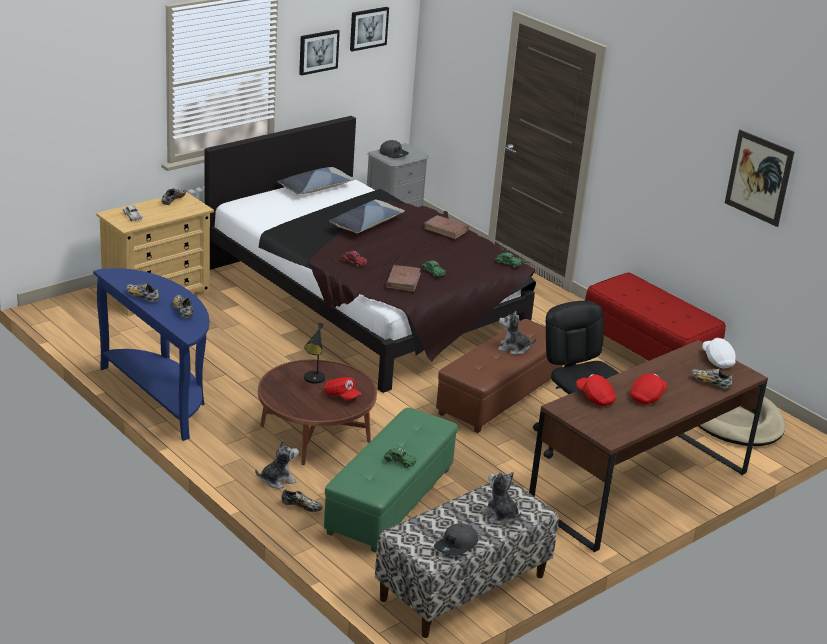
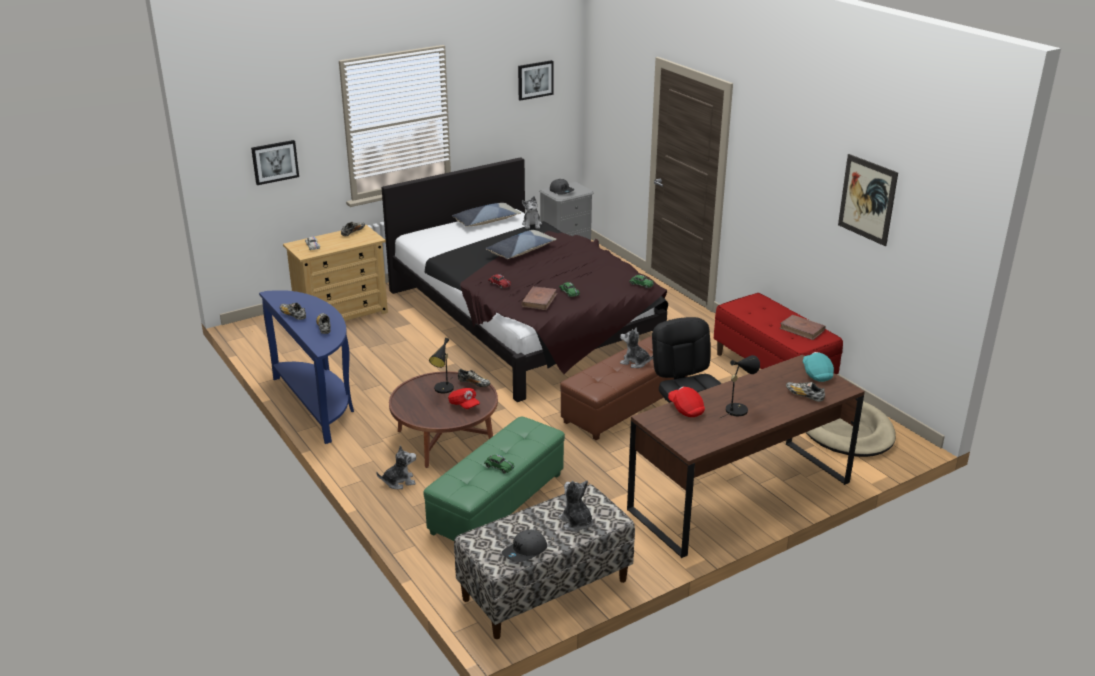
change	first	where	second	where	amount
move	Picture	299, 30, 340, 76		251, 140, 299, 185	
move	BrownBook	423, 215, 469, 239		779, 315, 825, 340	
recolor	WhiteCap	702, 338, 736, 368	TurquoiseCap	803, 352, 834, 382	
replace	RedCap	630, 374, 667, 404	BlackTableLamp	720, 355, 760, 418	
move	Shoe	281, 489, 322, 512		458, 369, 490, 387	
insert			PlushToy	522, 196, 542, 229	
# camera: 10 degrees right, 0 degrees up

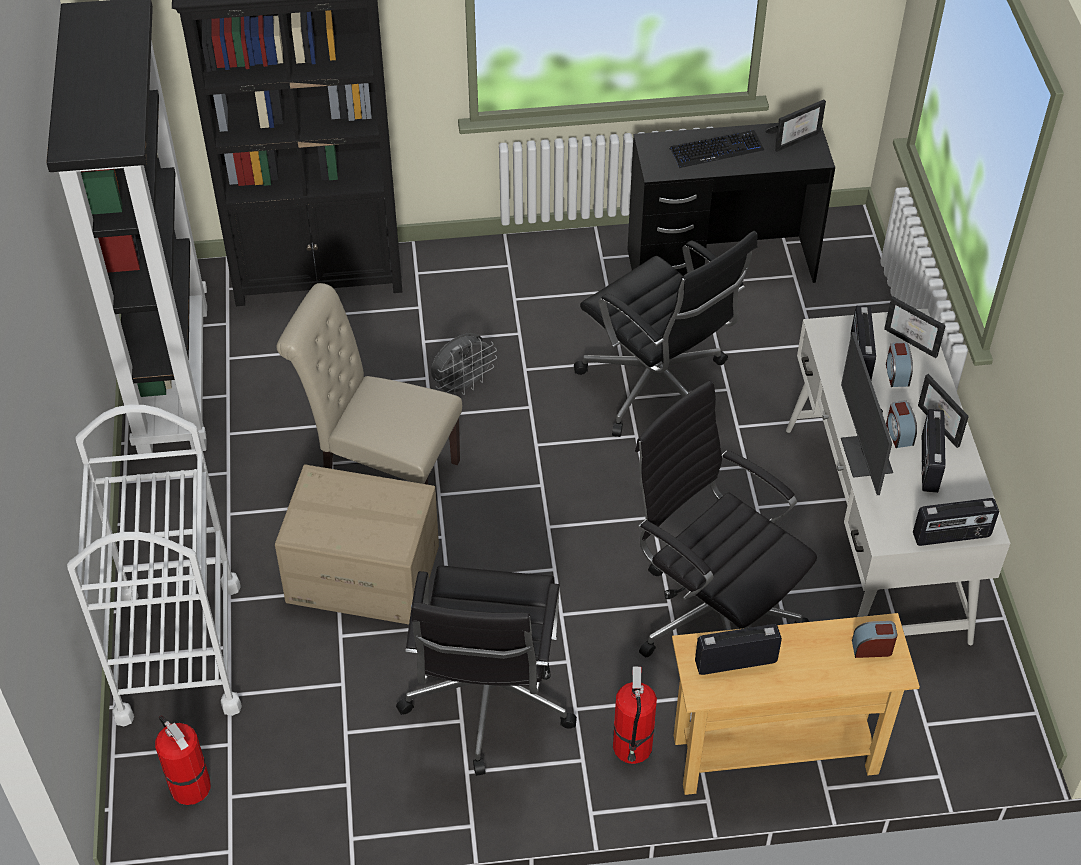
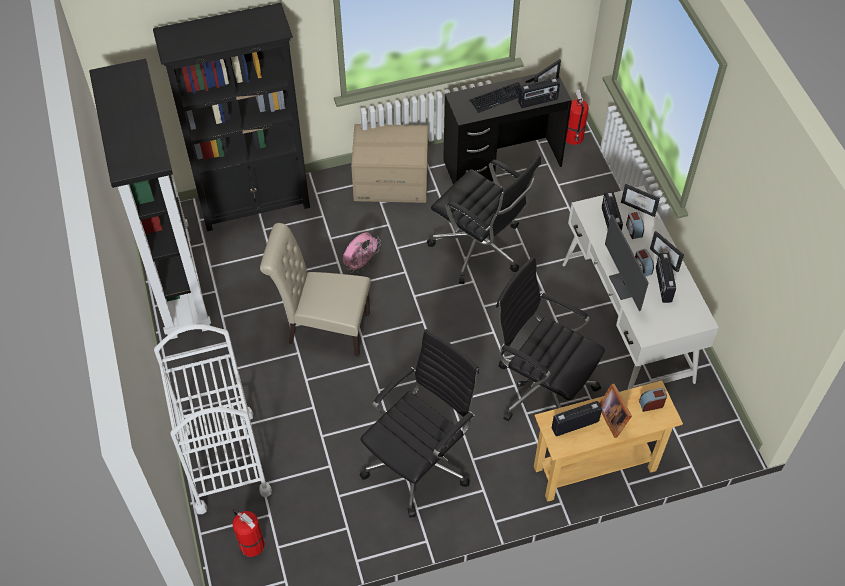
change	first	where	second	where	amount
recolor	GreyFan	431, 333, 497, 395	PinkFan	343, 232, 381, 273	
move	CardboardBox	275, 465, 439, 624		351, 124, 428, 203	
move	Radio	913, 498, 999, 546		518, 78, 560, 108	
rotate	BlackOfficeChair	396, 566, 577, 776		360, 329, 479, 518	135 degrees counterclockwise
move	FireExtinguisher	613, 667, 657, 764		566, 89, 589, 145	
insert			PictureFrame	599, 384, 632, 438	
# camera: 10 degrees left, 5 degrees up

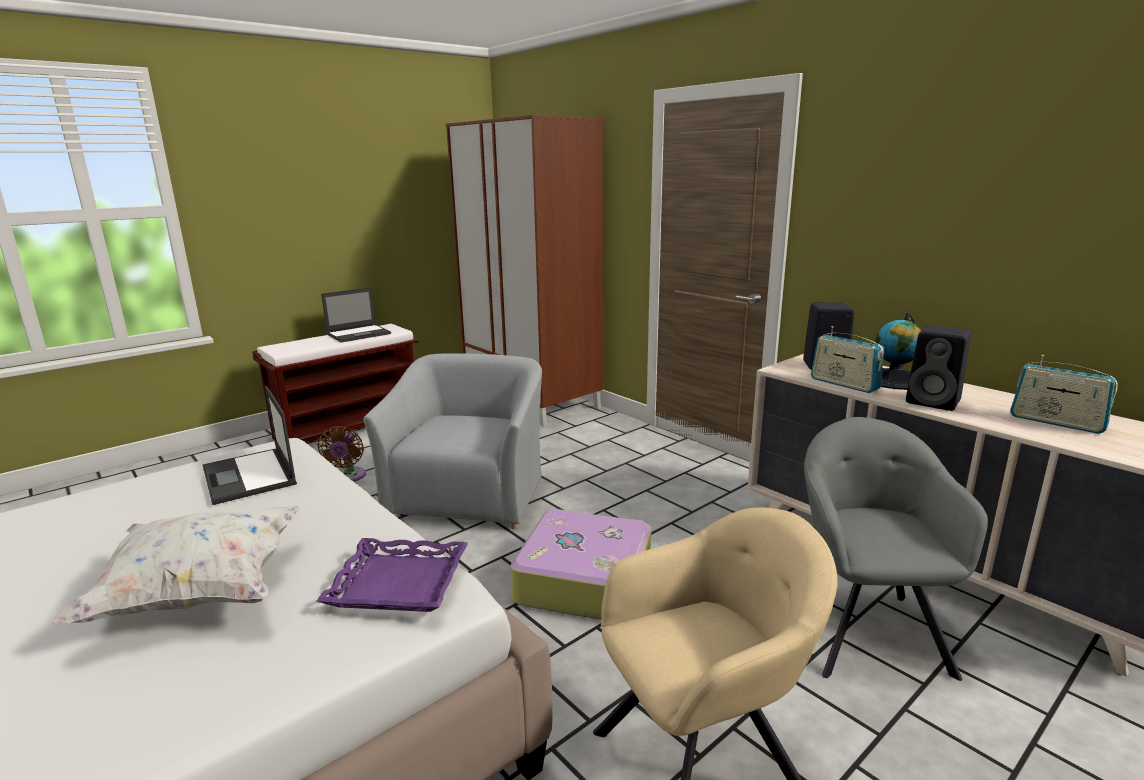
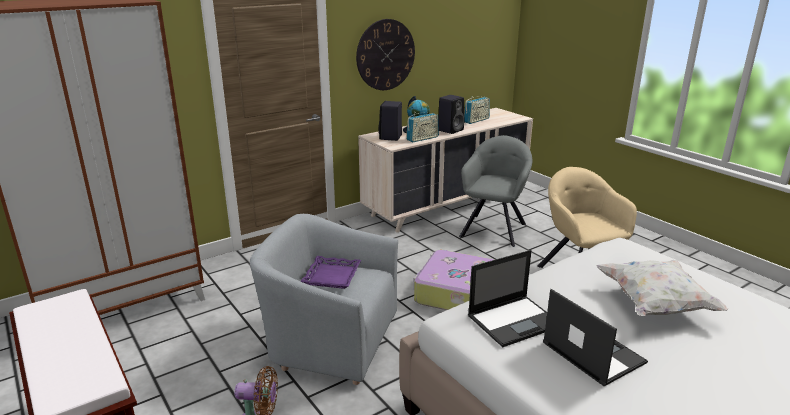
change	first	where	second	where	amount
move	Laptop	321, 287, 391, 342		543, 289, 648, 386	
rotate	GreyArmchair	804, 417, 988, 681		459, 135, 532, 247	105 degrees clockwise
move	PurpleTray	316, 538, 468, 612		301, 256, 361, 289	
insert			WallClock	356, 19, 415, 90	
# camera: 85 degrees left, 5 degrees up

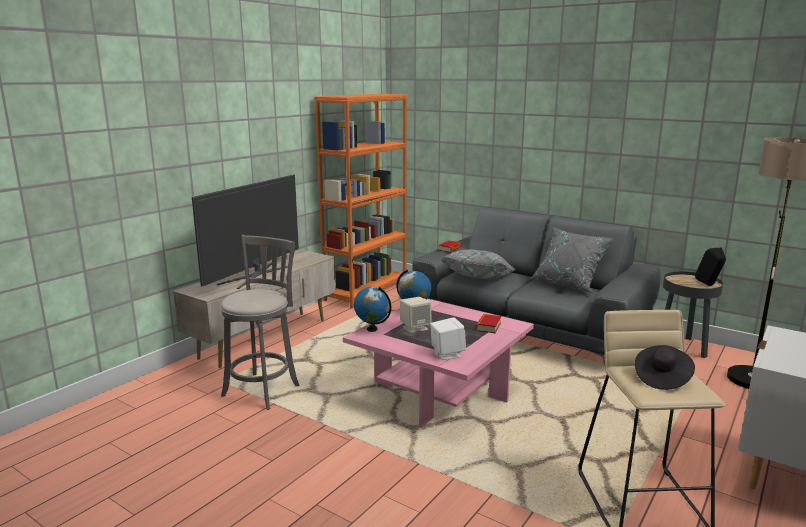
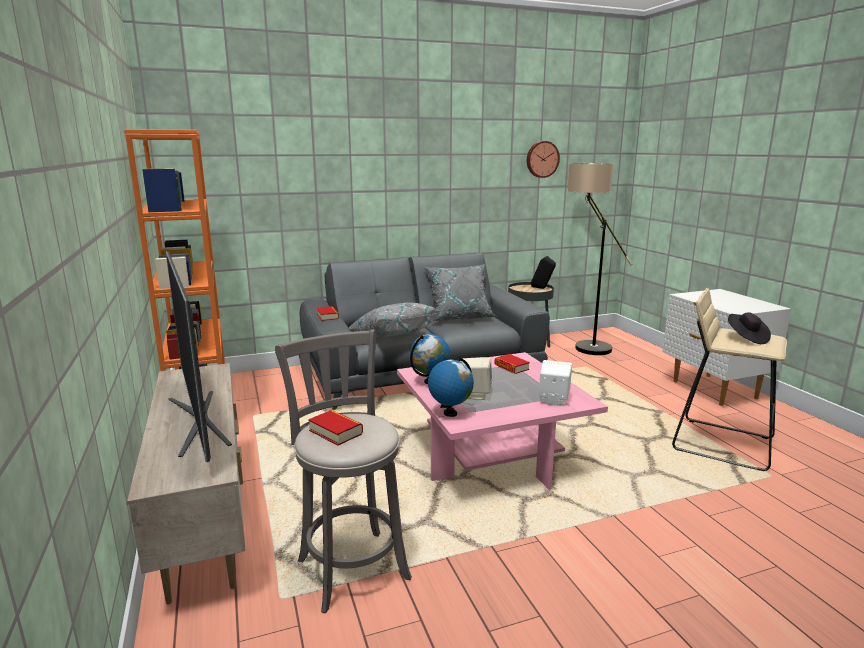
change	first	where	second	where	amount
insert			WallClock	527, 141, 560, 178	
insert			Book	308, 410, 363, 446	
# camera: 55 degrees left, 0 degrees up

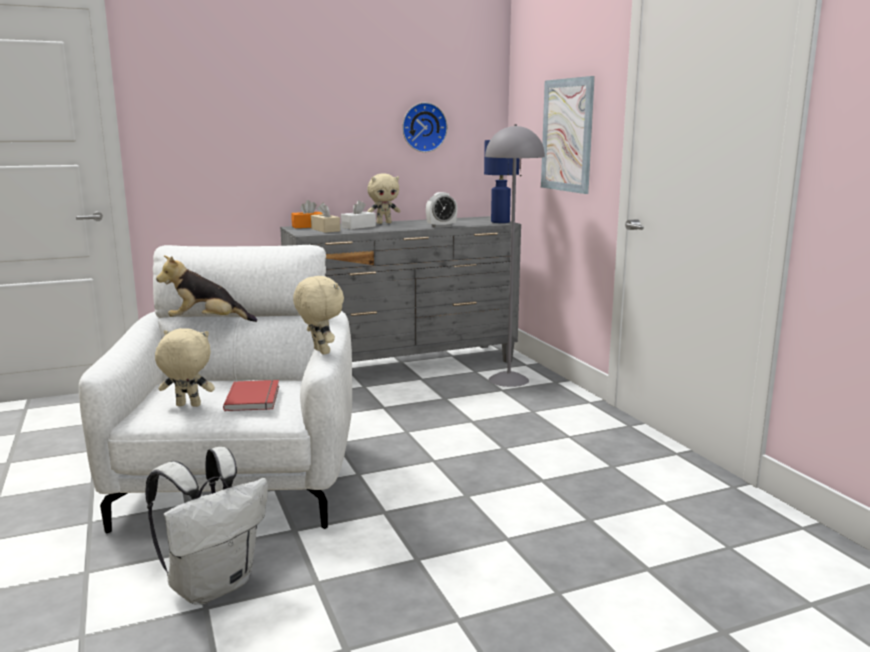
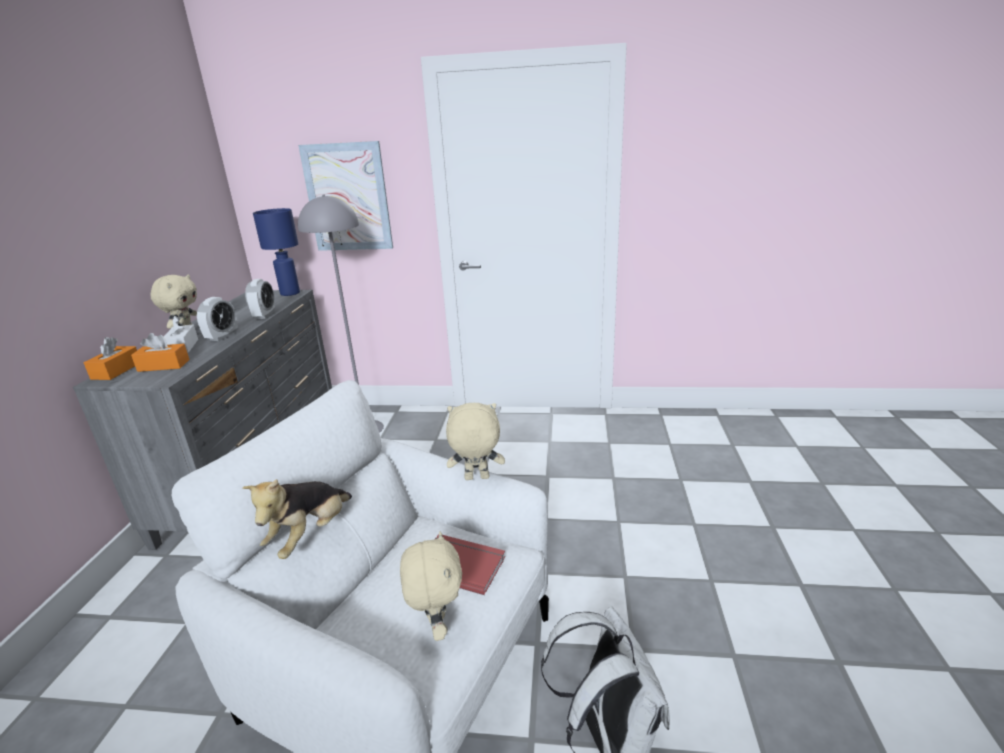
change	first	where	second	where	amount
delete	WallClock	402, 102, 448, 152			
recolor	BeigeTissueBox	311, 202, 340, 233	OrangeTissueBox	131, 333, 190, 372	
rotate	BeigePlushToy	155, 328, 215, 407		400, 532, 462, 641	135 degrees clockwise
insert			AlarmClock	197, 297, 238, 341	
# camera: 60 degrees left, 10 degrees up

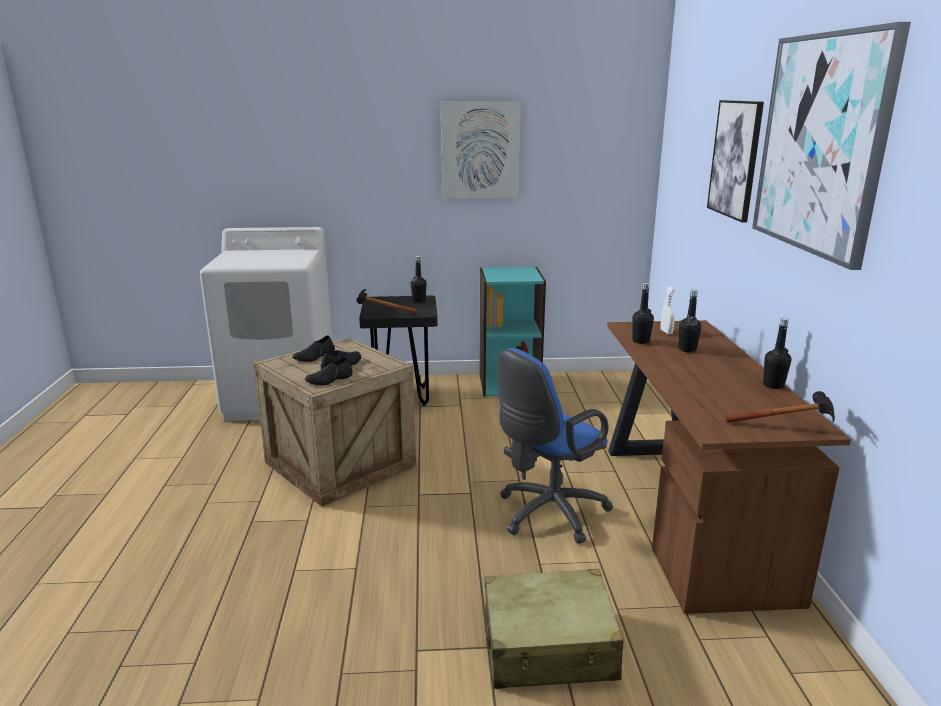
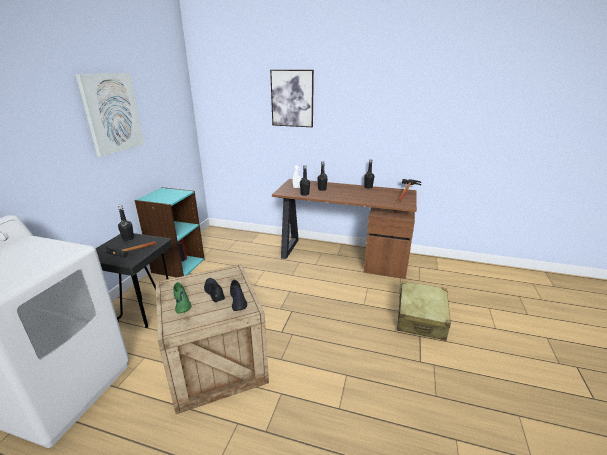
change	first	where	second	where	amount
delete	Picture	752, 22, 911, 270			
recolor	BlackShoe	292, 335, 335, 362	GreenShoe	174, 282, 192, 314	
delete	BlueOfficeChair	498, 348, 613, 544			
# camera: 70 degrees left, 5 degrees up

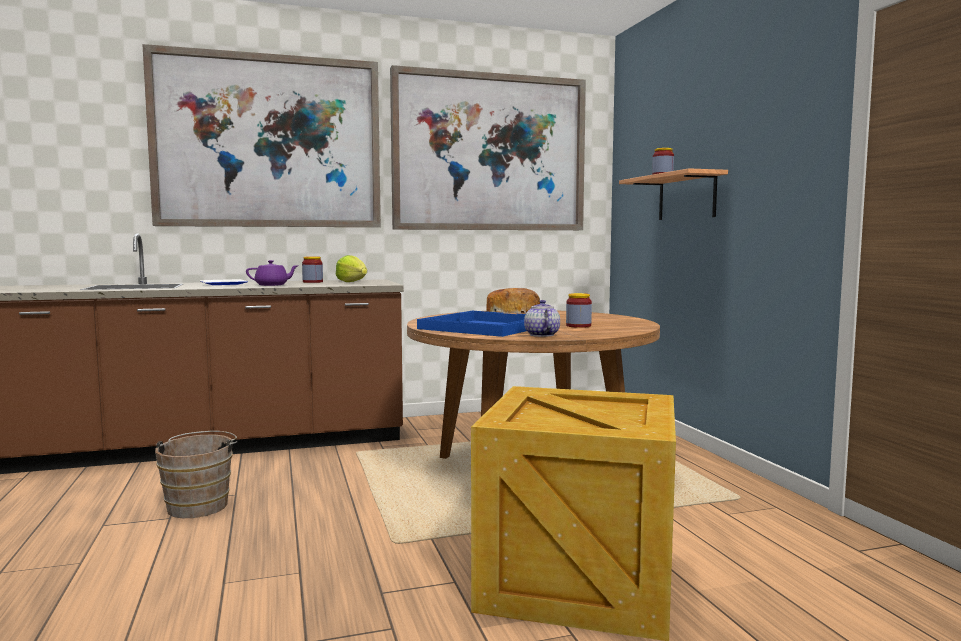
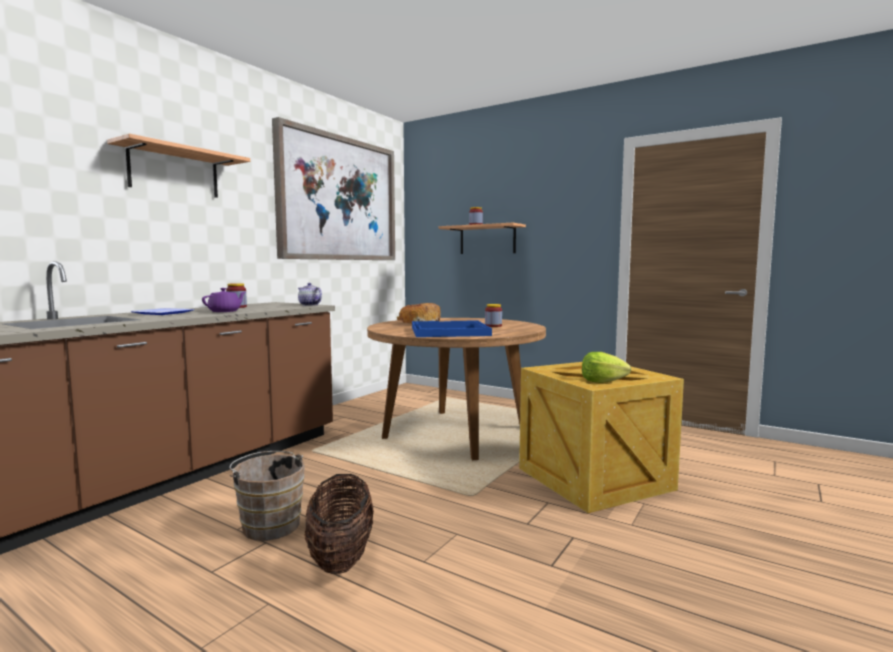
change	first	where	second	where	amount
replace	Picture	142, 44, 381, 227	Shelf	107, 134, 250, 198	
move	Lettuce	335, 255, 367, 282		582, 352, 631, 383	
move	Teapot	524, 300, 560, 337		298, 283, 322, 306	
insert			Basket	304, 474, 374, 574	
# camera: 40 degrees left, 0 degrees up

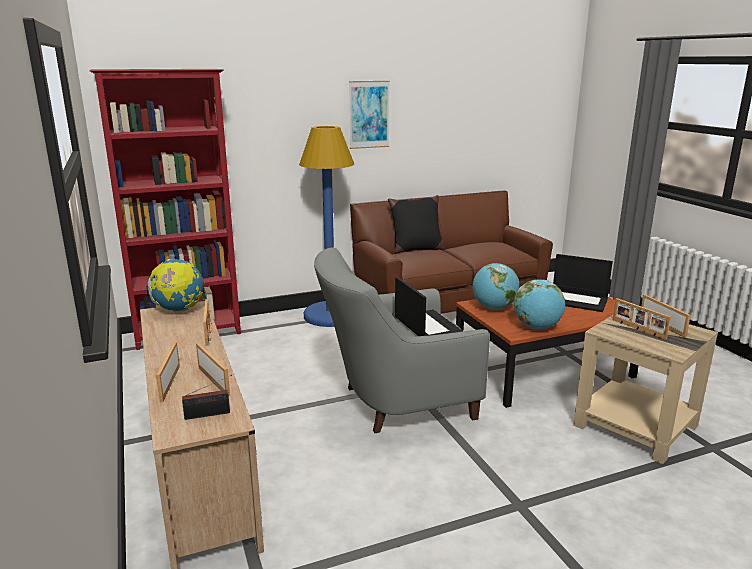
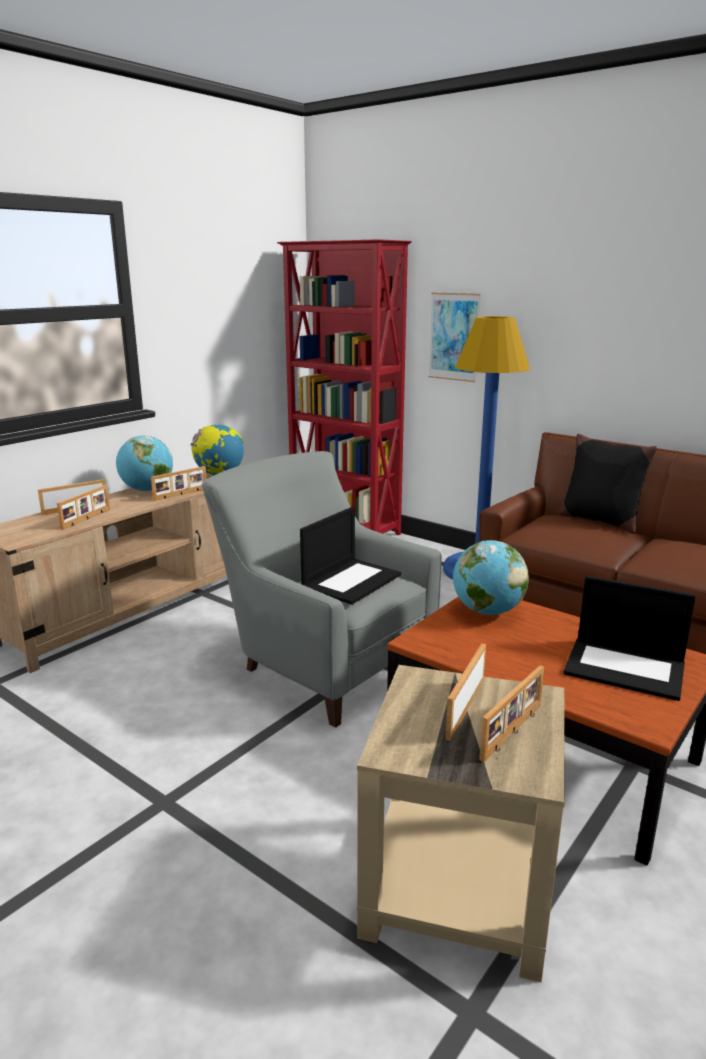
change	first	where	second	where	amount
move	Picture	349, 81, 390, 149		428, 292, 481, 382	
rotate	Laptop	553, 254, 613, 312		563, 576, 696, 701	60 degrees counterclockwise
move	Globe	514, 279, 565, 329		116, 436, 173, 491	
delete	Radio	182, 375, 232, 420			
# camera: 60 degrees right, 0 degrees up

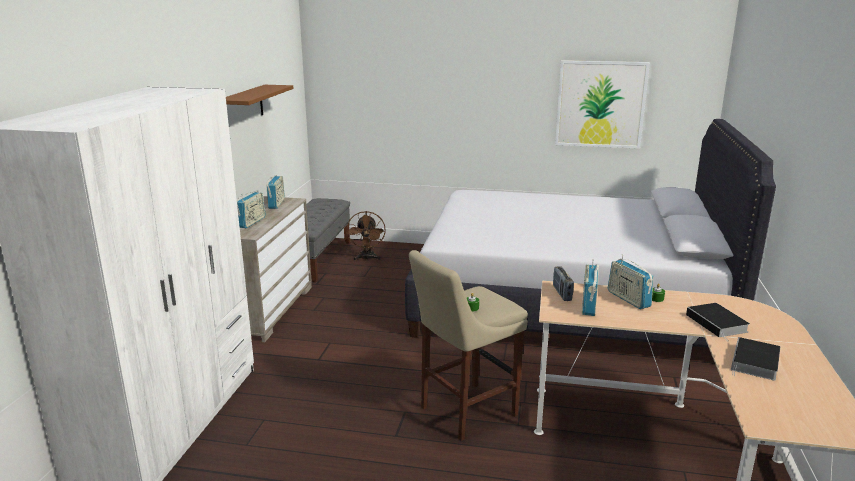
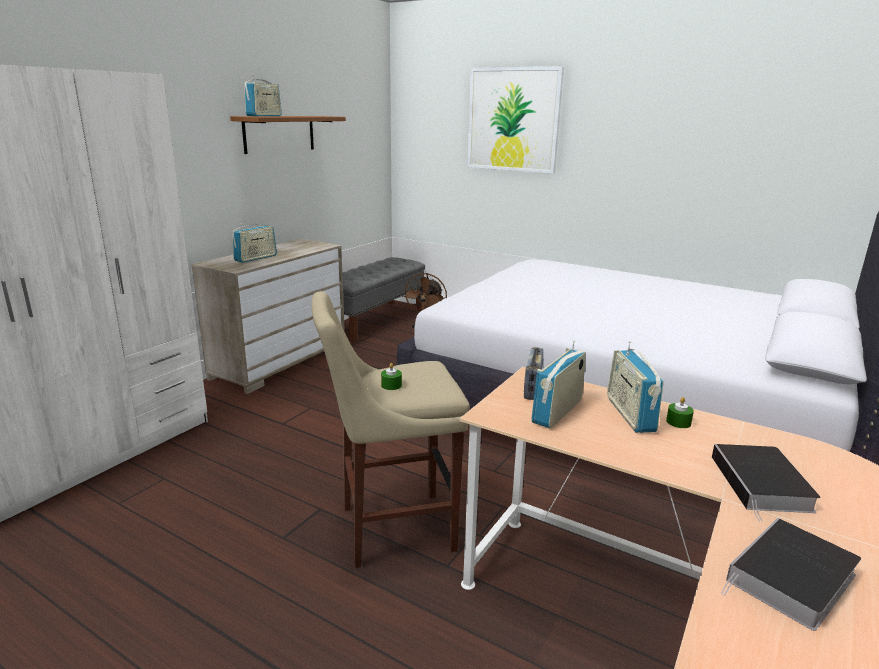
change	first	where	second	where	amount
move	Picture	555, 60, 650, 149		467, 66, 564, 174	
move	Radio	266, 176, 285, 209		244, 75, 282, 116	
# camera: 20 degrees right, 0 degrees up

